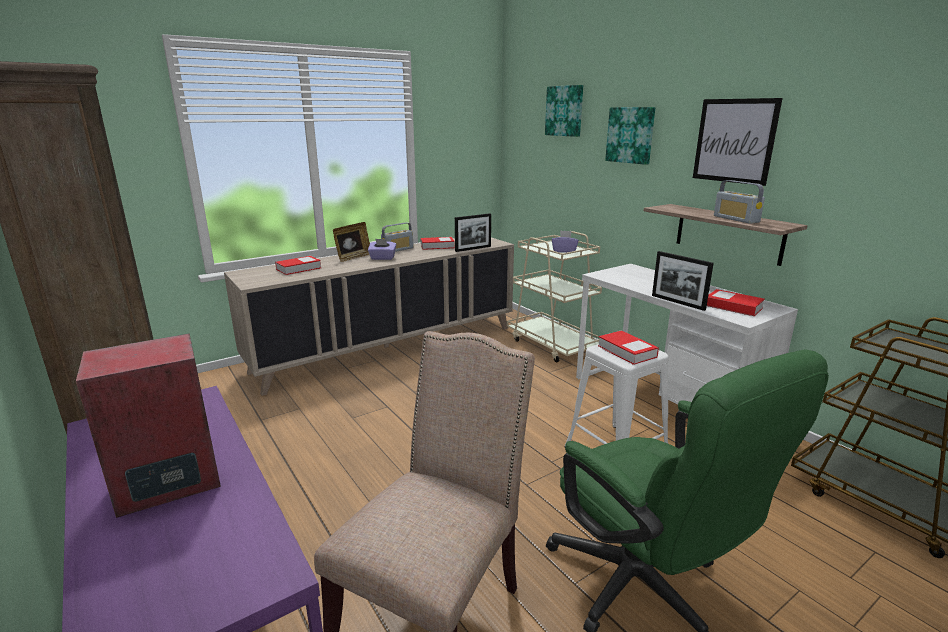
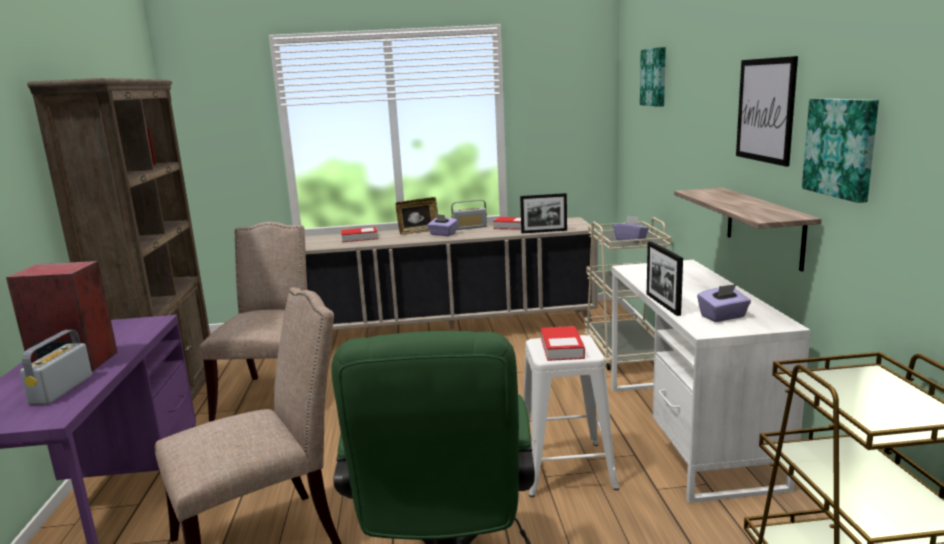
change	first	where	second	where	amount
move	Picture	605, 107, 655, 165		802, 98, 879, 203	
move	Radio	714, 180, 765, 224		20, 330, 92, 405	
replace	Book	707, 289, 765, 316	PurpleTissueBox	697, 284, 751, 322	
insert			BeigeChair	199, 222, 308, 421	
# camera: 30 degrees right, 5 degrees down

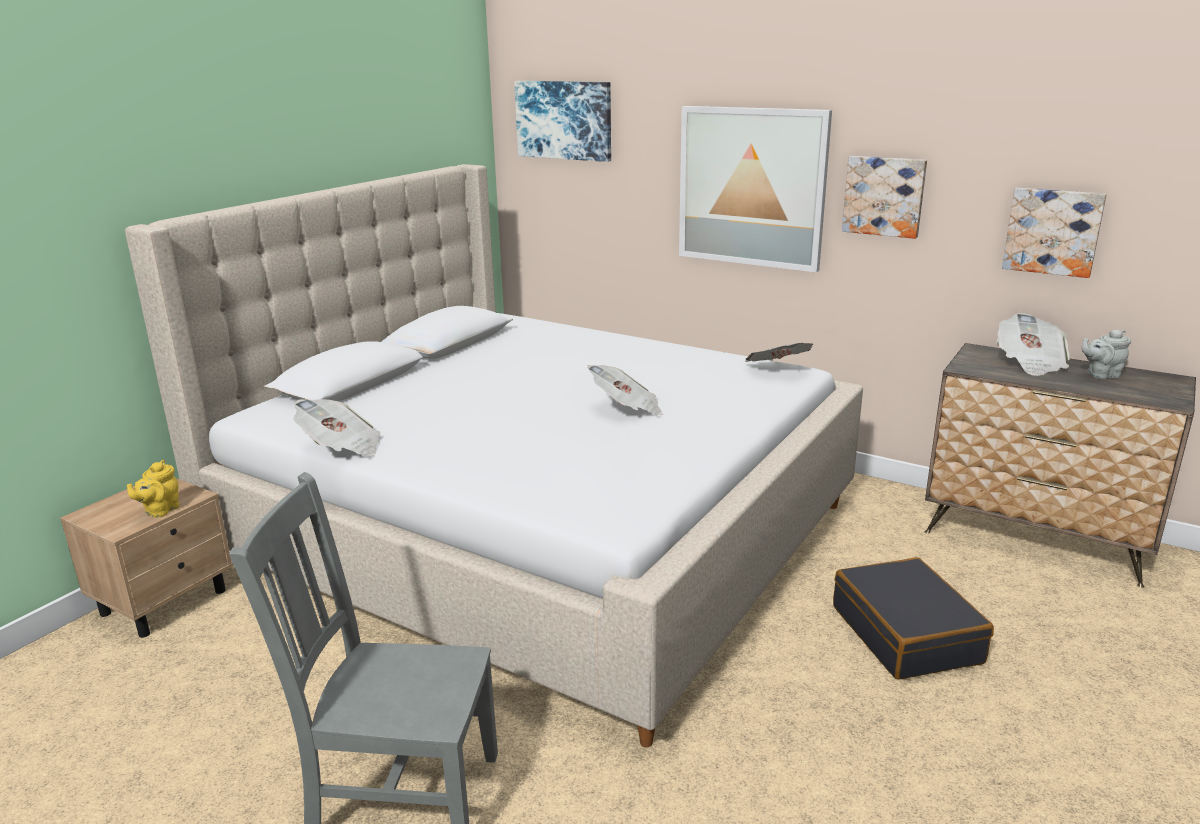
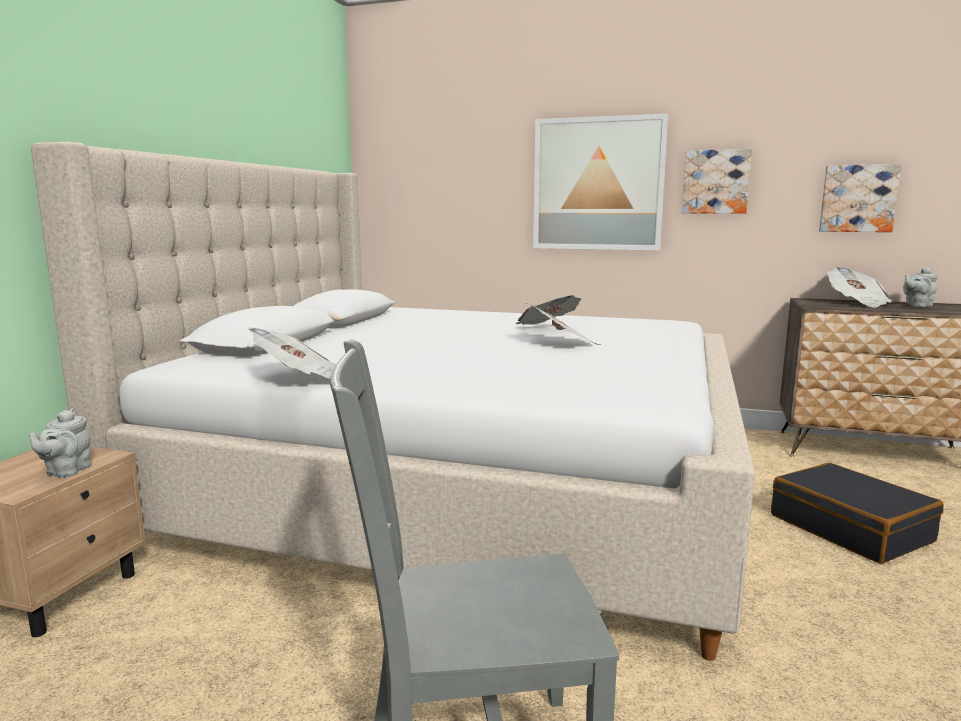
change	first	where	second	where	amount
delete	Picture	514, 81, 611, 162			
move	Newspaper	745, 343, 814, 361		516, 295, 581, 325	
recolor	YellowTeapot	127, 460, 179, 518	GreyTeapot	29, 408, 91, 478	
# camera: 15 degrees left, 10 degrees down

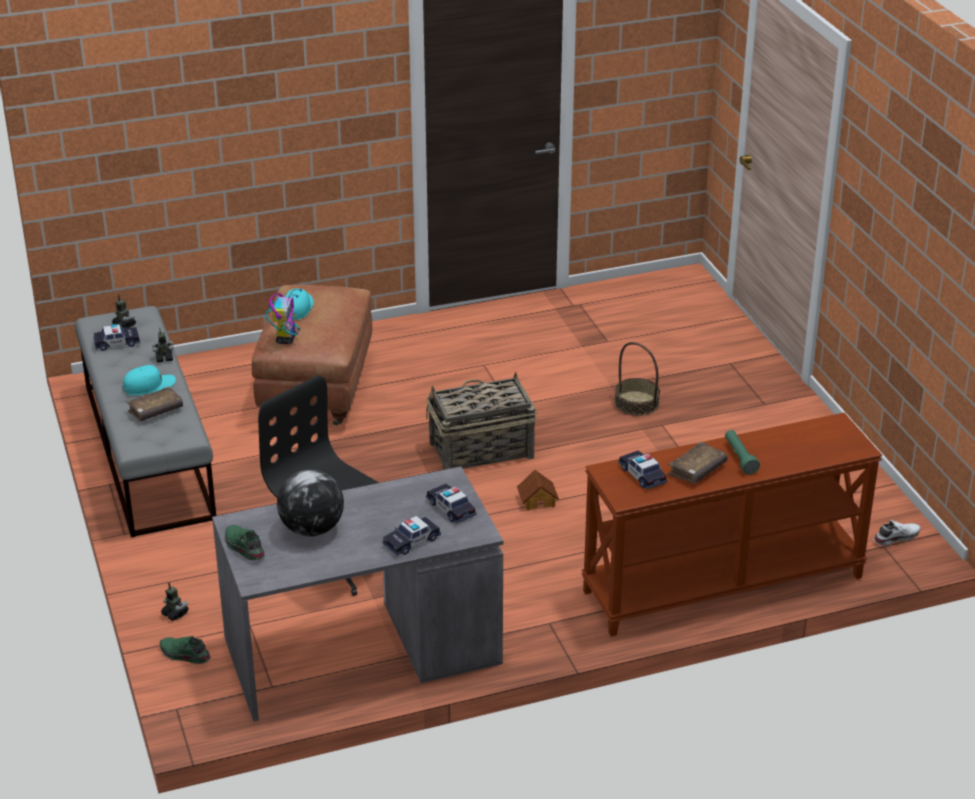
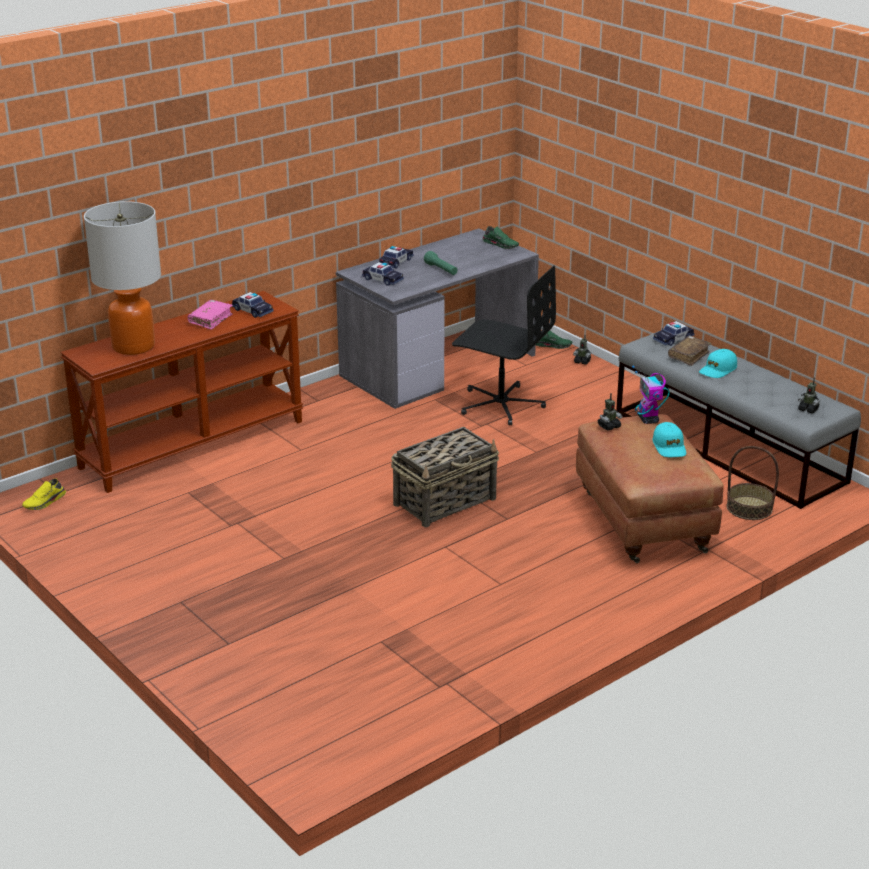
change	first	where	second	where	amount
move	ToyCar	93, 324, 140, 351		653, 321, 695, 346	
move	ToyRobot	152, 328, 174, 362		598, 393, 623, 431	
move	Basket	614, 342, 660, 416		727, 446, 779, 520	
move	GreenFlashlight	725, 430, 760, 474		424, 251, 457, 275	
recolor	BrownBook	668, 442, 728, 483	PinkBook	188, 300, 233, 330	
delete	Globe	277, 470, 344, 537			
delete	ToyHouse	517, 470, 559, 510			
recolor	WhiteShoe	873, 520, 921, 546	YellowShoe	22, 478, 66, 510	
insert			TableLamp	84, 201, 161, 355	
# camera: 160 degrees right, 5 degrees down

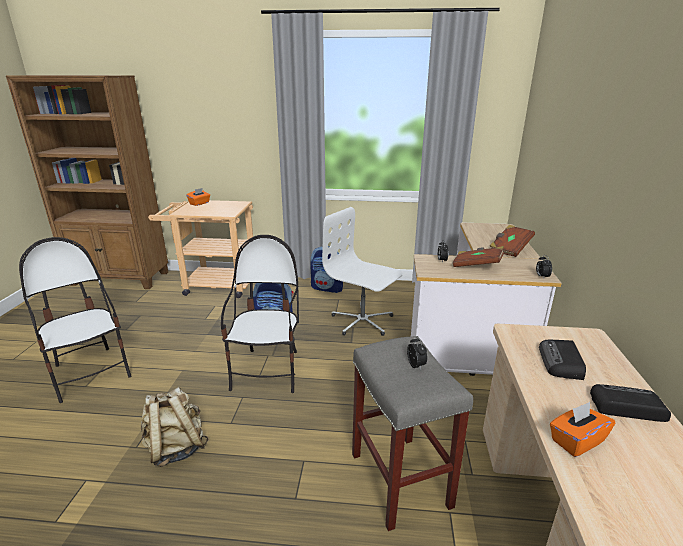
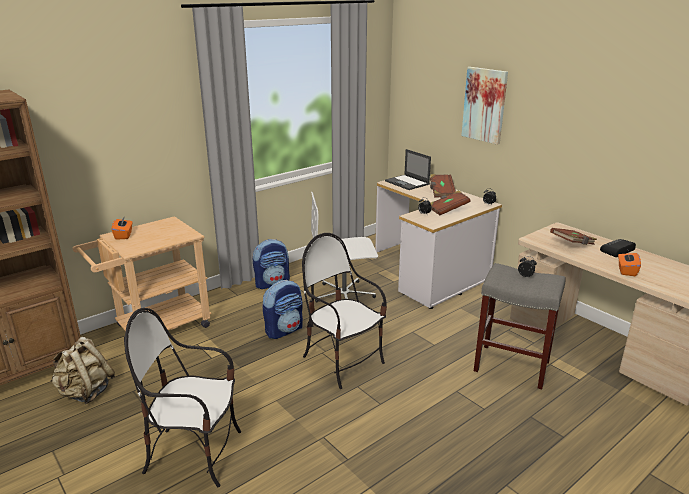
change	first	where	second	where	amount
replace	Radio	539, 340, 586, 380	BrownBook	550, 228, 597, 245	
move	BeigeBackpack	141, 387, 209, 467		51, 337, 115, 404	
insert			Picture	461, 67, 508, 145	
insert			Laptop	385, 149, 431, 190	
# camera: 45 degrees left, 0 degrees up

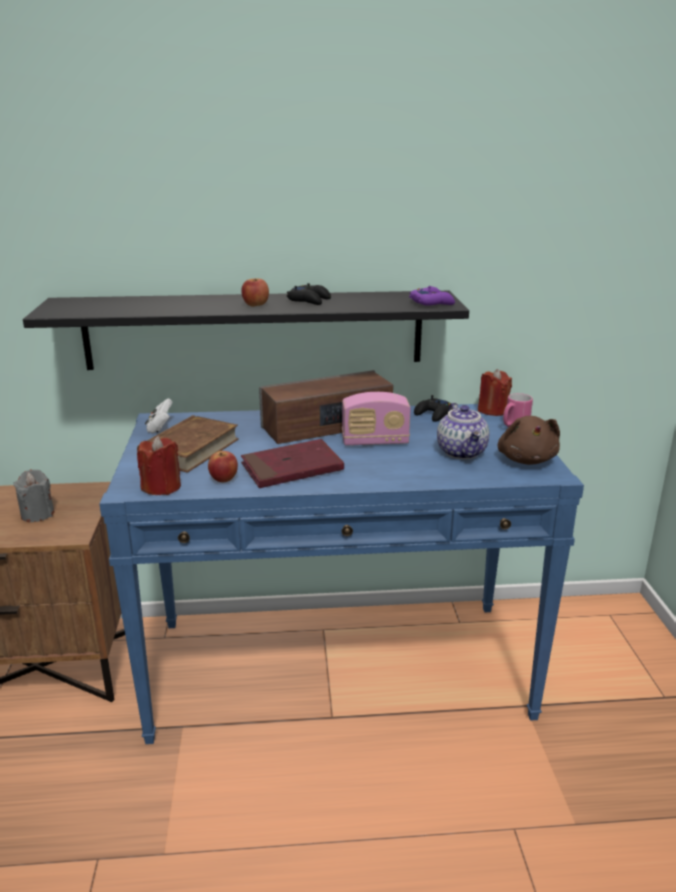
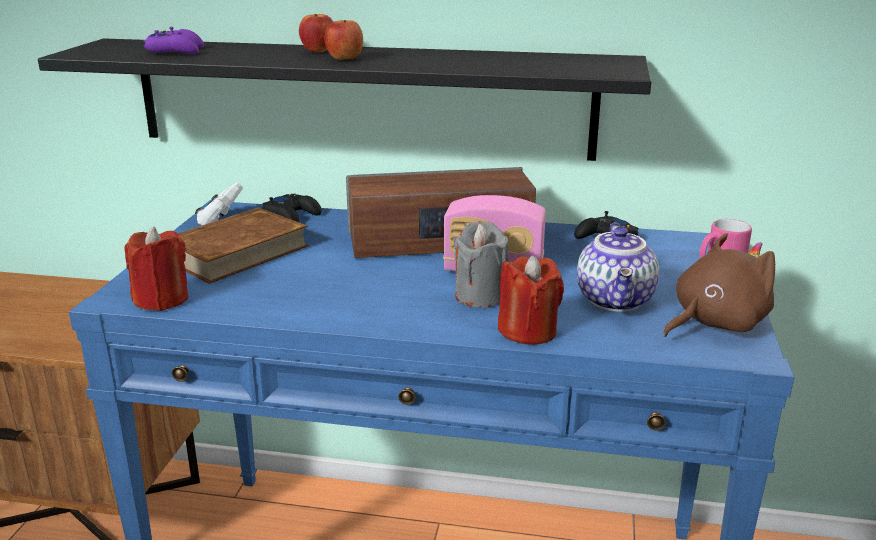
change	first	where	second	where	amount
move	BlackGameController	287, 283, 331, 305		262, 194, 322, 222	
move	PurpleGameController	409, 286, 455, 306		143, 27, 204, 54	
move	RedCandle	478, 369, 512, 416		498, 255, 564, 345	
rotate	BrownPlushToy	498, 416, 560, 465		663, 233, 775, 337	135 degrees counterclockwise
delete	RedBook	241, 439, 344, 488			
move	Apple	208, 451, 238, 482		299, 14, 333, 53	
move	GreyCandle	13, 470, 54, 522		454, 221, 508, 307	
# camera: 15 degrees right, 0 degrees up

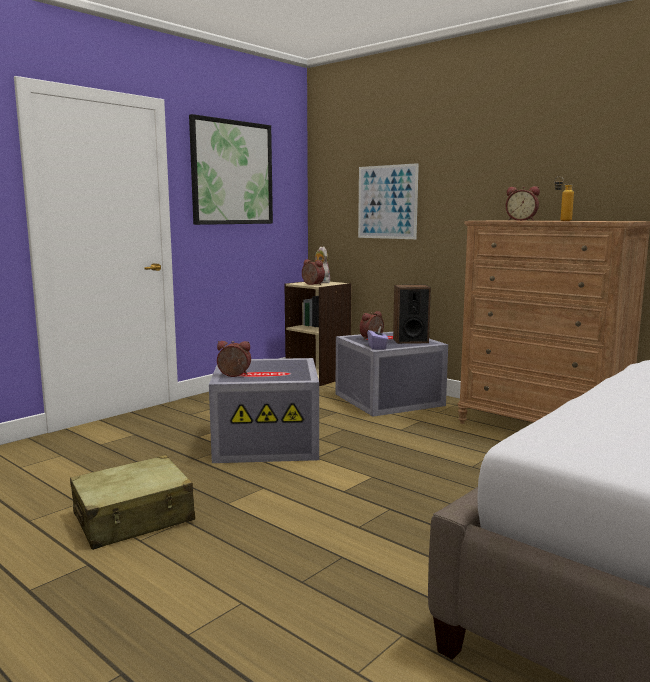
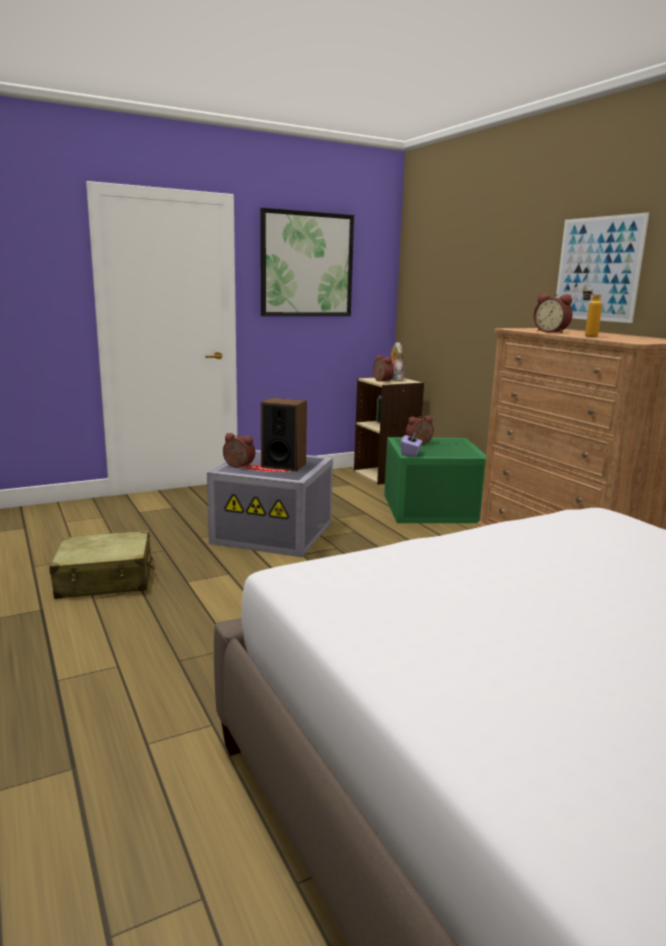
change	first	where	second	where	amount
move	Picture	358, 163, 419, 239		556, 212, 649, 323	
move	Speaker	393, 285, 431, 344		261, 398, 307, 471	
recolor	GreyStorageBox	336, 332, 448, 417	GreenStorageBox	384, 437, 486, 523	
# camera: 20 degrees right, 5 degrees up

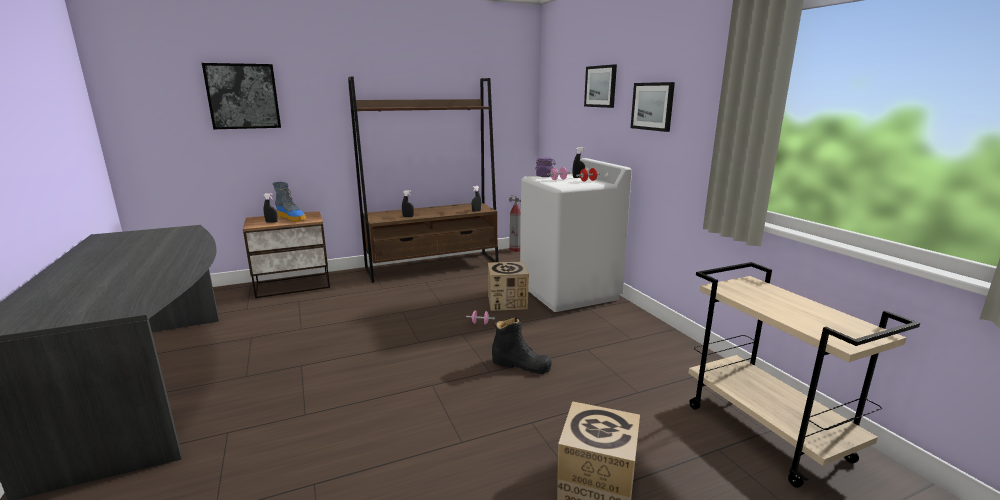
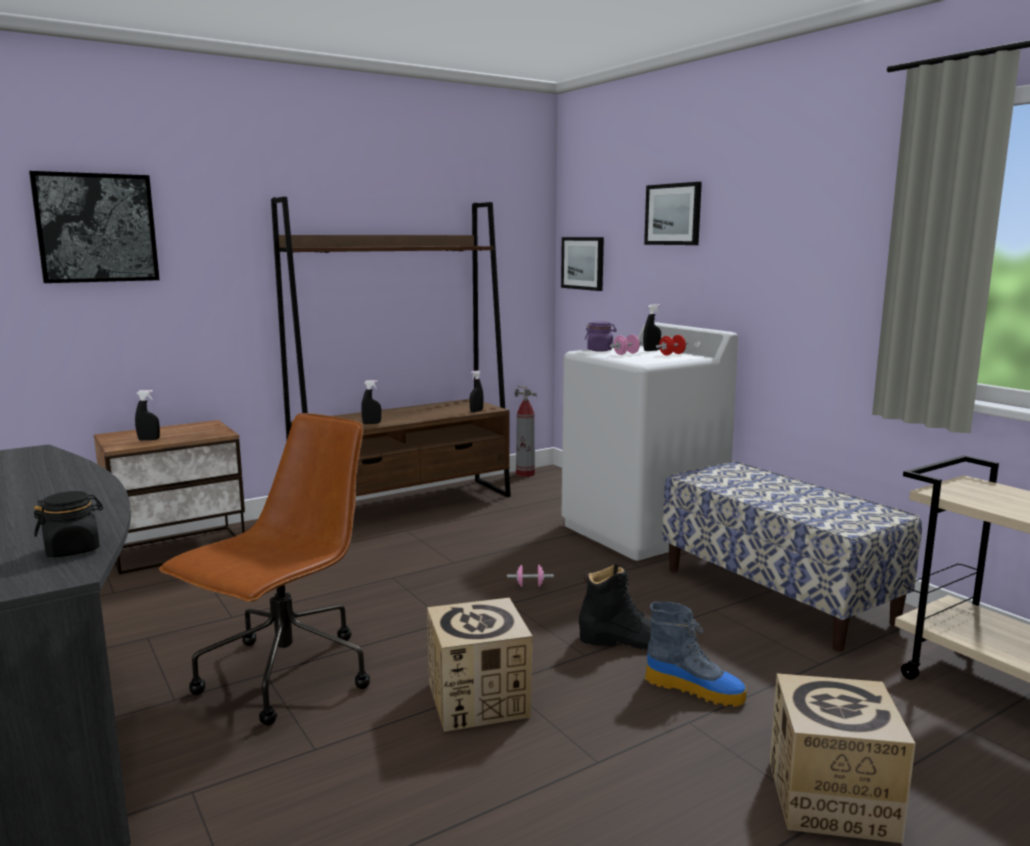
change	first	where	second	where	amount
move	Picture	630, 82, 675, 132		561, 237, 604, 291	
move	Boot	272, 182, 306, 222		645, 602, 747, 707	
move	CardboardBox	488, 261, 529, 311		427, 598, 533, 732	
insert			BrownOfficeChair	159, 413, 370, 726	
insert			Bench	662, 461, 922, 651	
insert			BlackJar	34, 491, 103, 557	
# camera: 10 degrees left, 5 degrees down

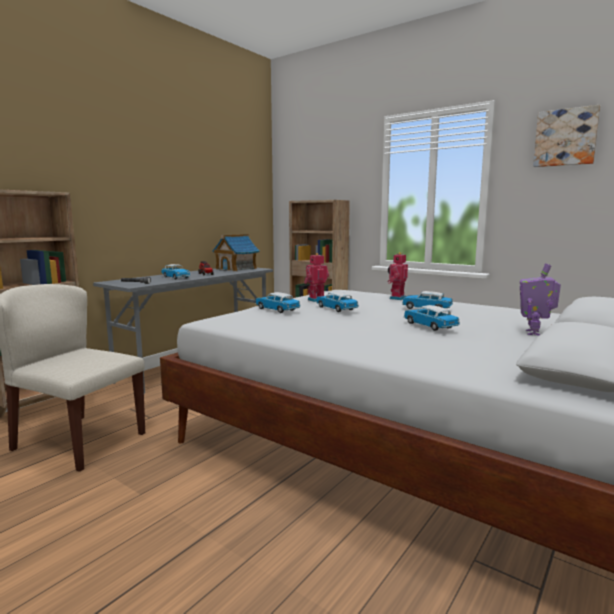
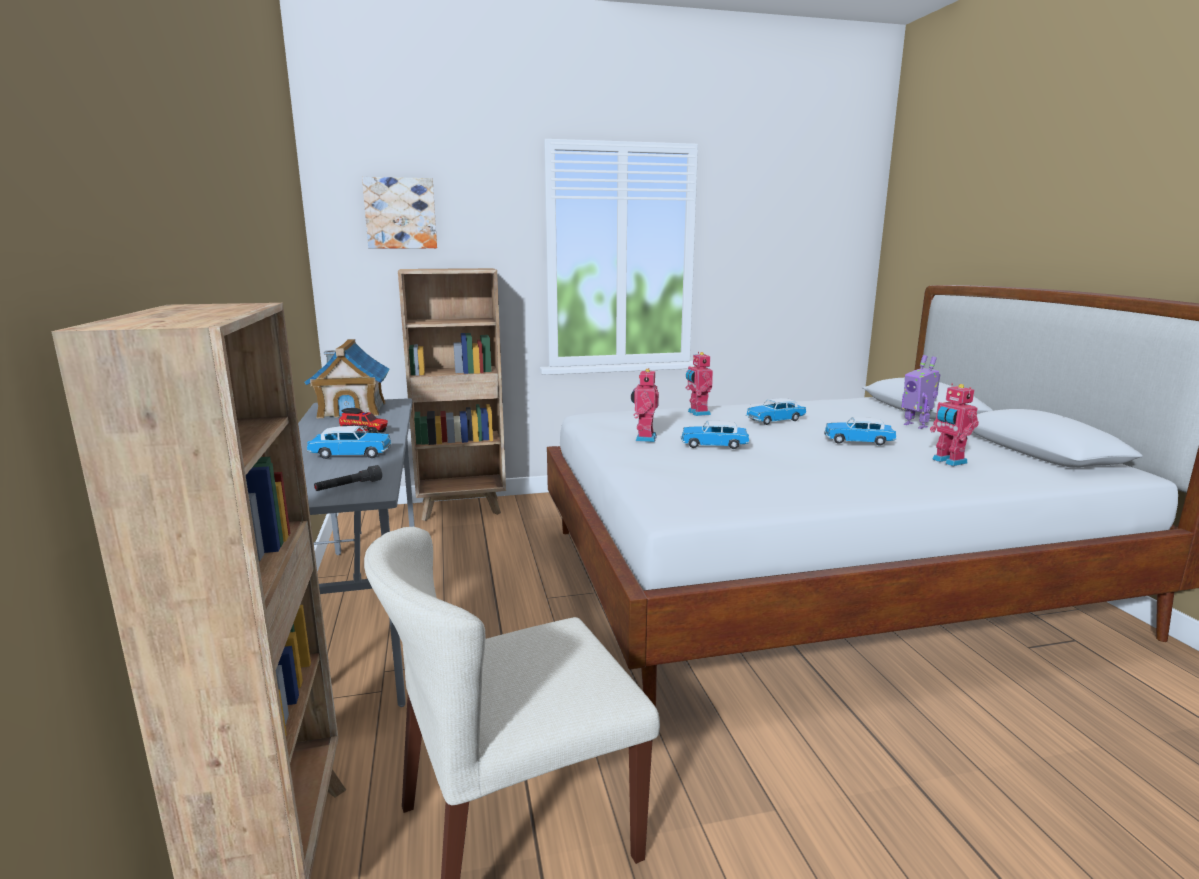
change	first	where	second	where	amount
move	Picture	533, 105, 600, 167		362, 177, 437, 248	
delete	ToyCar	255, 292, 301, 313			
insert			ToyRobot	930, 384, 979, 466	
# camera: 50 degrees left, 5 degrees up

